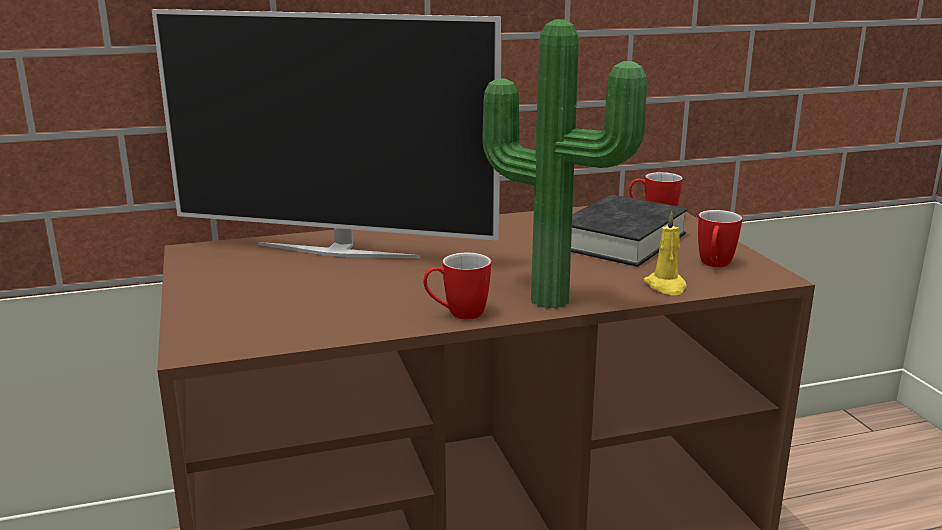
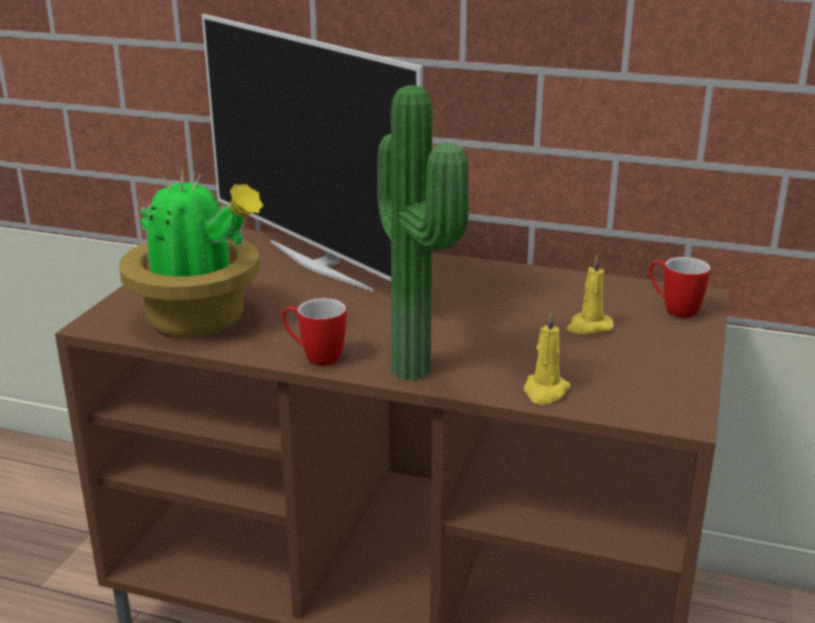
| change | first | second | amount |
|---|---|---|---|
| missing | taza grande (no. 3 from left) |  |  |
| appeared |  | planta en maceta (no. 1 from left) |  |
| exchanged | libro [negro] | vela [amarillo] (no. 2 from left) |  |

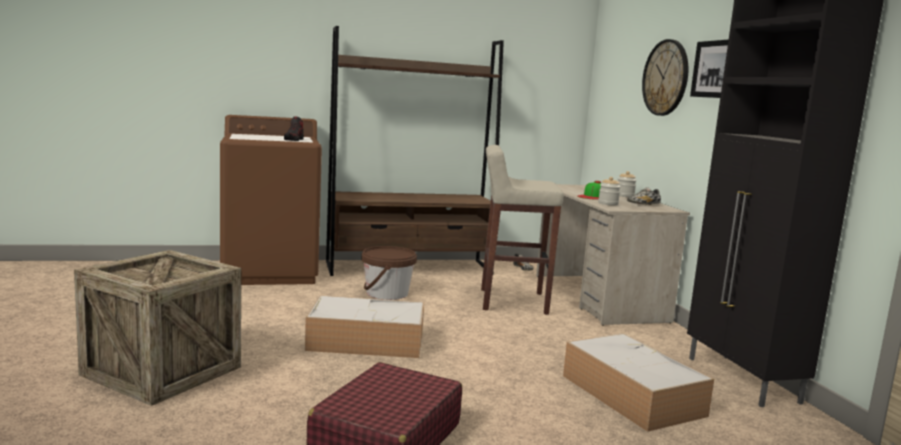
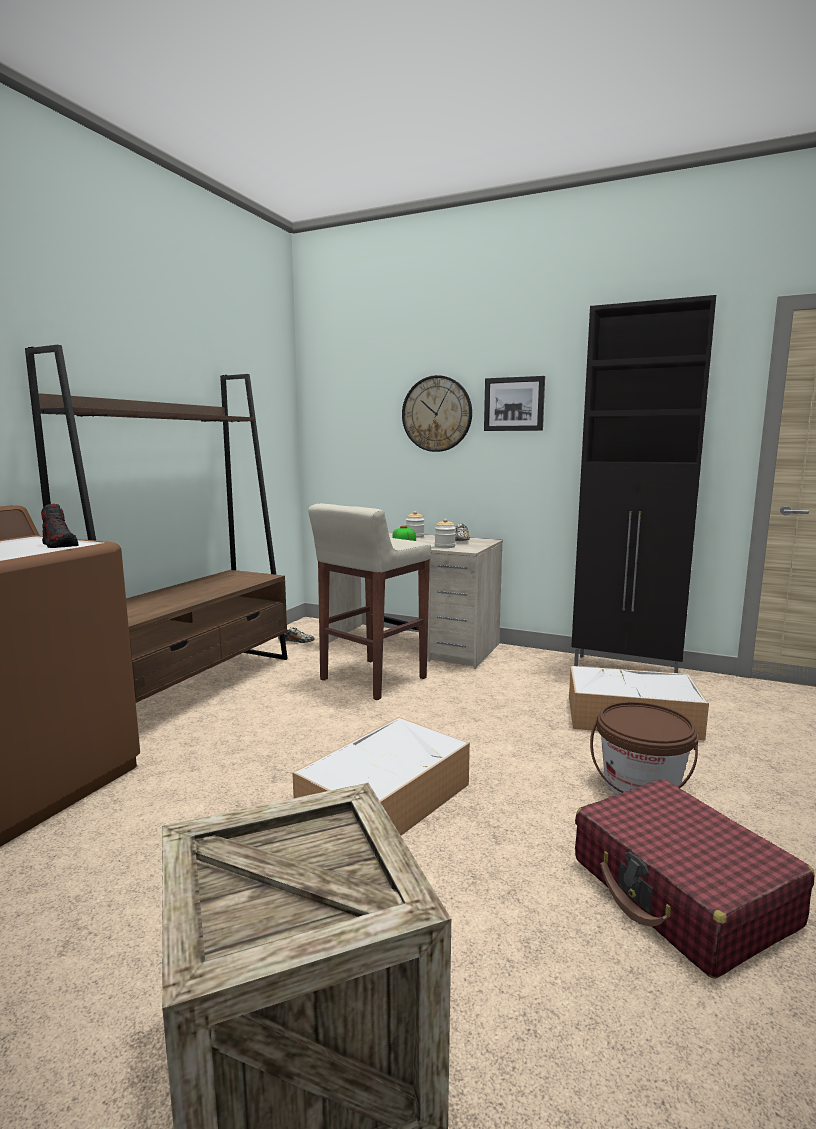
| change | first | second | amount |
|---|---|---|---|
| relocated | cubo [marrón] |  |  |

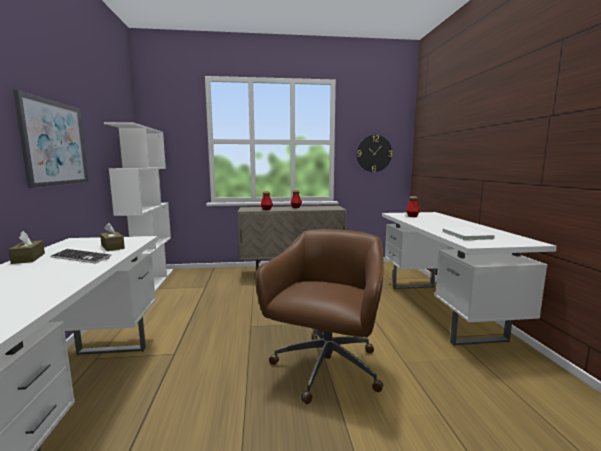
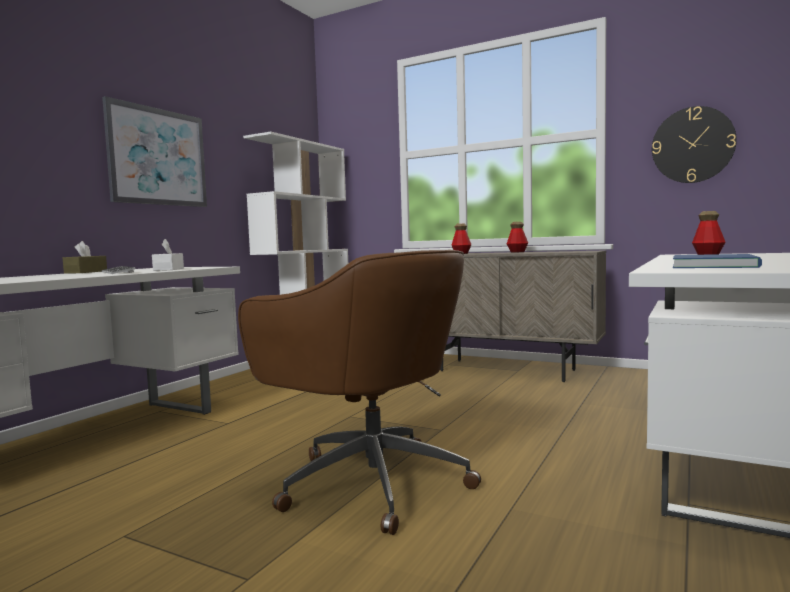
| change | first | second | amount |
|---|---|---|---|
| colour | caja de pañuelos [marrón] (no. 2 from left) | caja de pañuelos [blanco] |  |
| colour | libro [blanco] | libro [azul] |  |
| spun | silla de oficina [marrón] |  | 75 degrees clockwise |

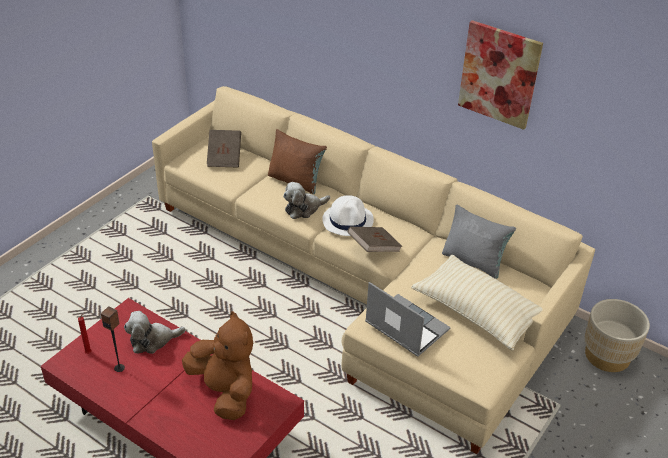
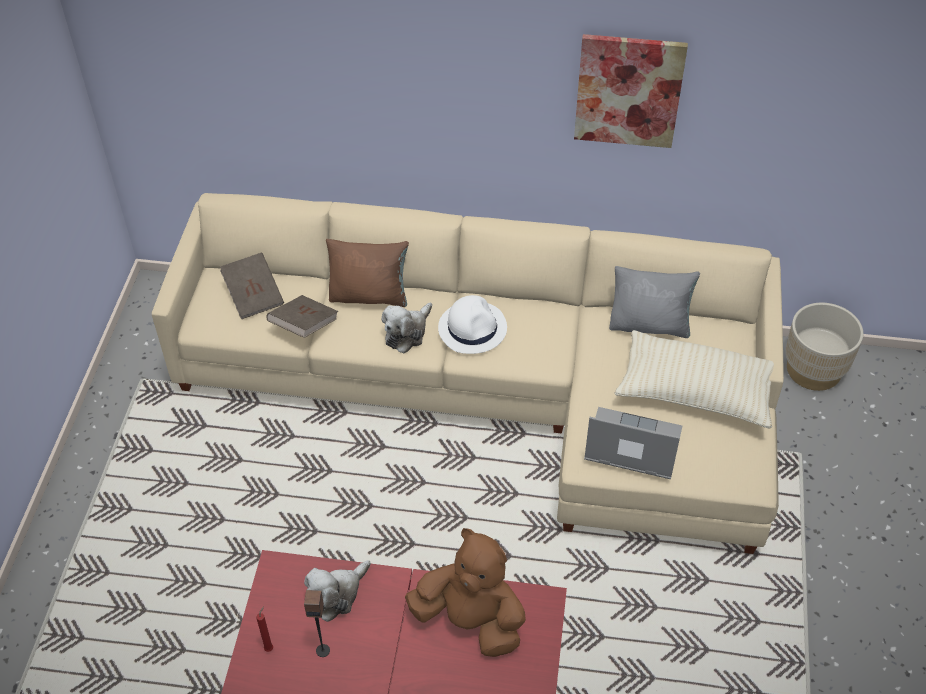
| change | first | second | amount |
|---|---|---|---|
| relocated | libro [marrón] (no. 2 from left) |  |  |

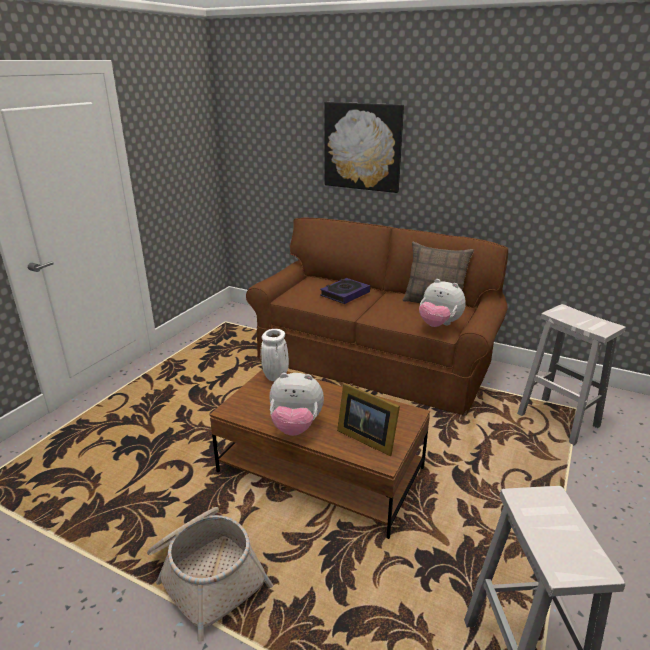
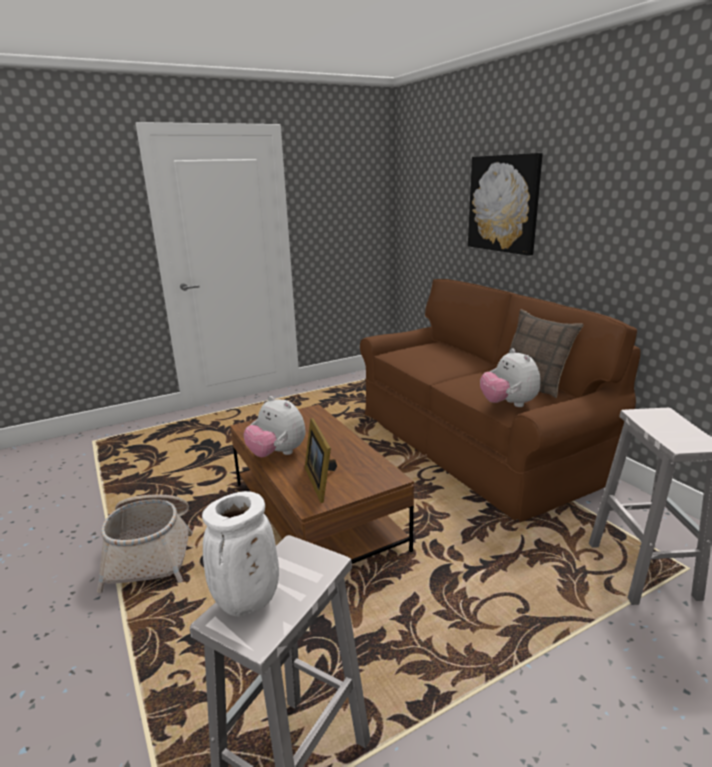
| change | first | second | amount |
|---|---|---|---|
| missing | libro |  |  |
| relocated | florero [blanco] |  |  |

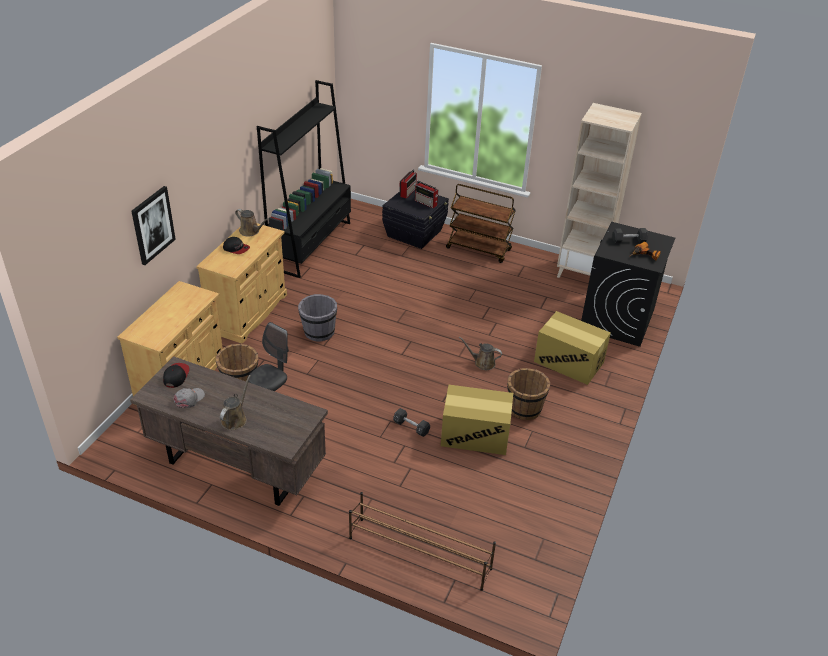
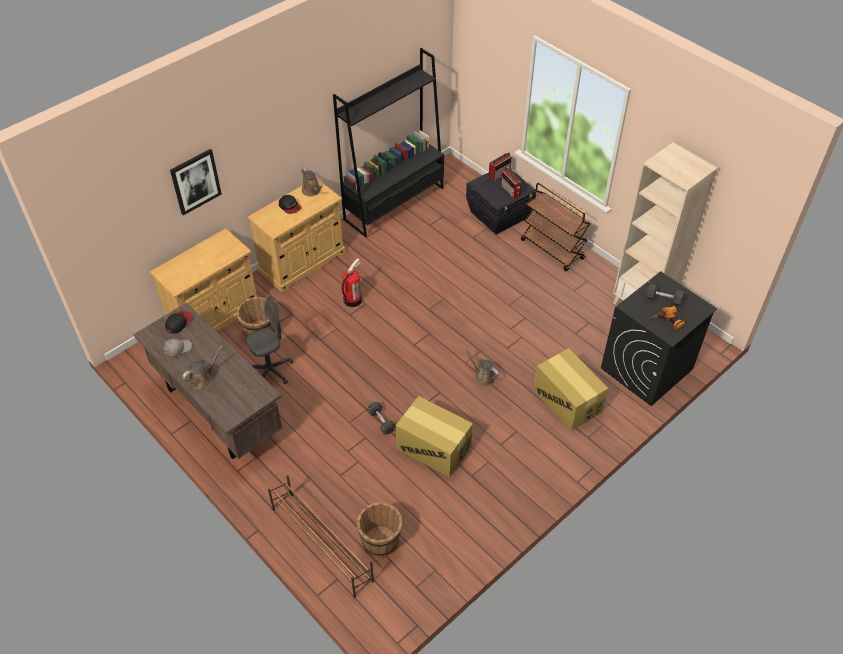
| change | first | second | amount |
|---|---|---|---|
| relocated | cubo [marrón] (no. 2 from left) |  |  |
| exchanged | cubo [gris] | extintor |  |

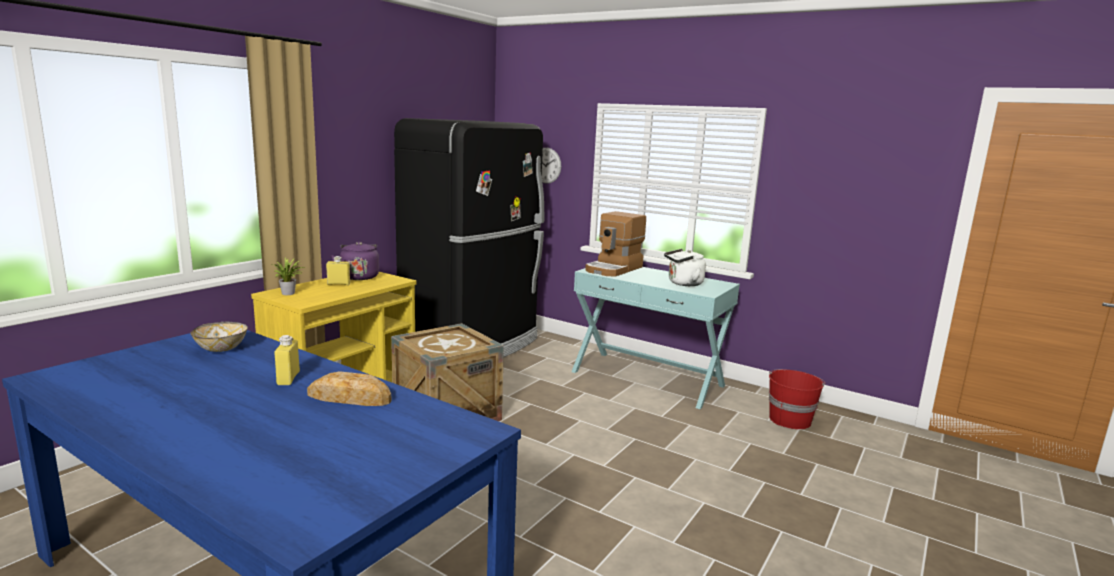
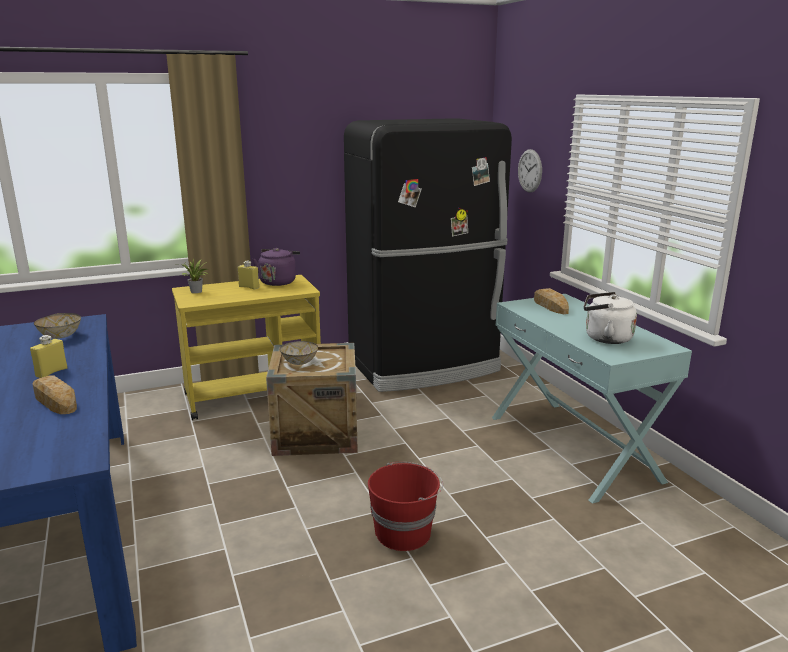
| change | first | second | amount |
|---|---|---|---|
| appeared |  | cuenco (no. 2 from left) |  |
| relocated | cubo [rojo] |  |  |
| exchanged | cafetera | pan (no. 2 from left) |  |

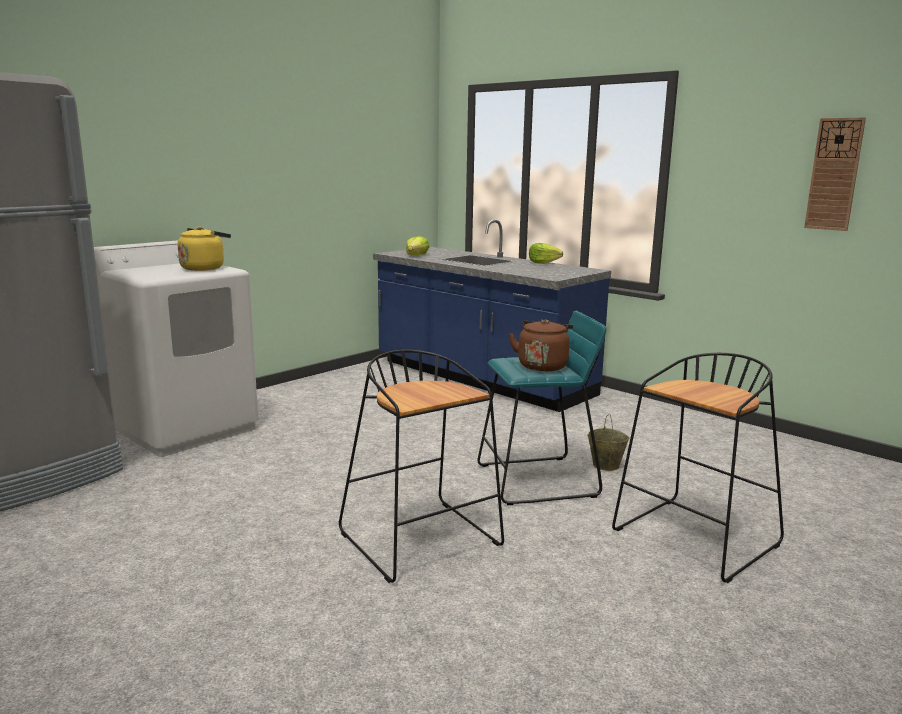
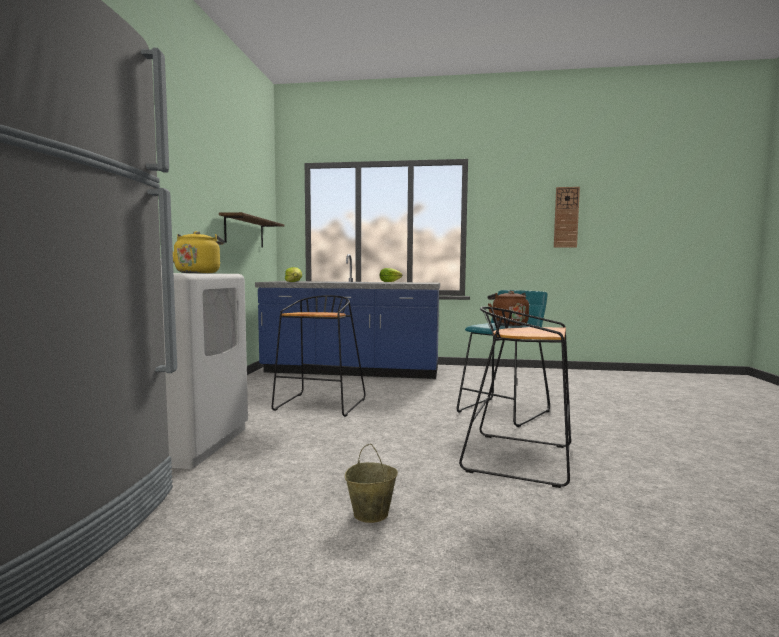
| change | first | second | amount |
|---|---|---|---|
| appeared |  | estante |  |
| relocated | cubo [beis] |  |  |
| relocated | taburete [negro] (no. 2 from left in the first image) | taburete [negro] (no. 1 from left) |  |

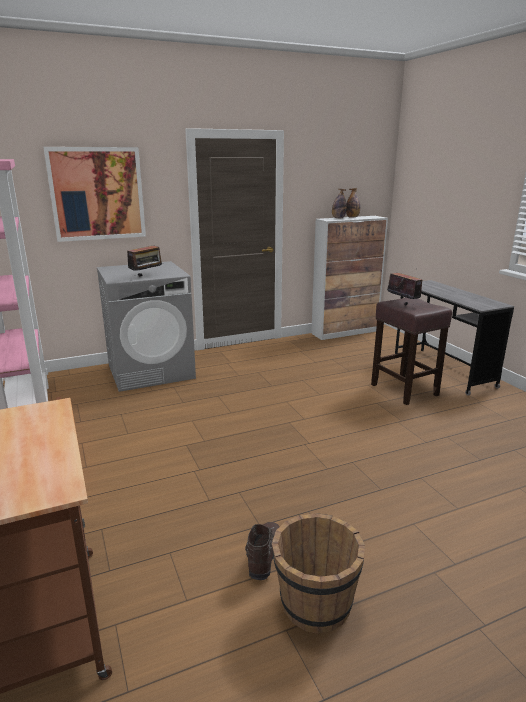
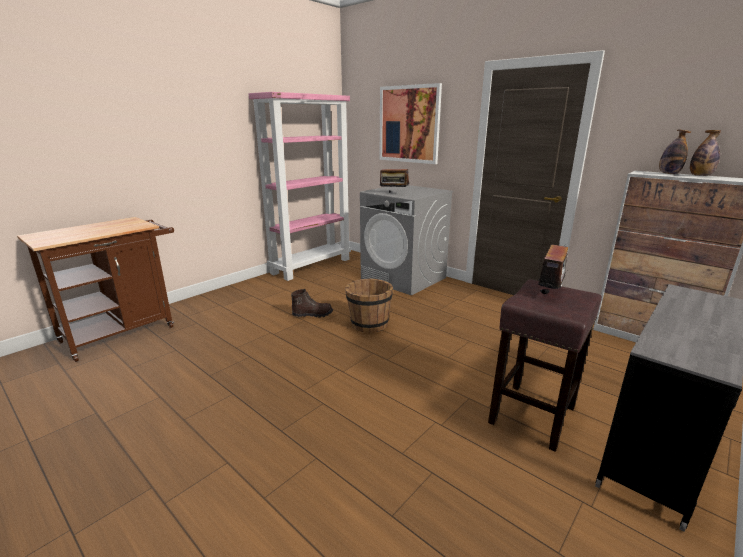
| change | first | second | amount |
|---|---|---|---|
| relocated | bota [marrón] |  |  |
| relocated | cubo [marrón] |  |  |

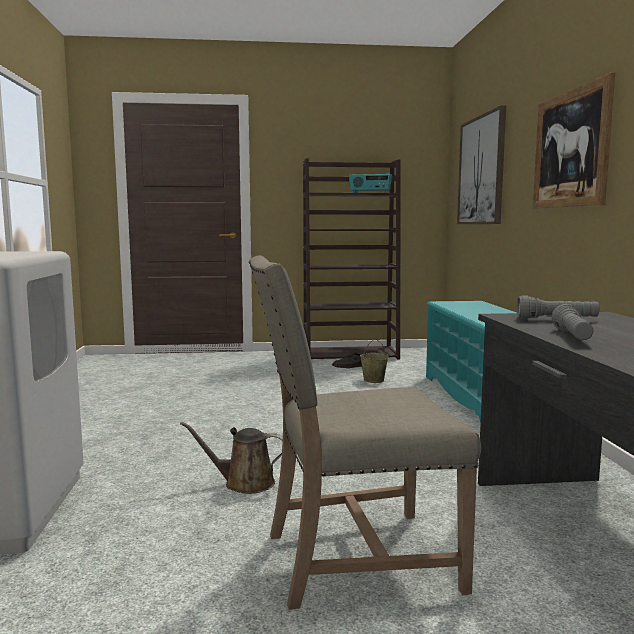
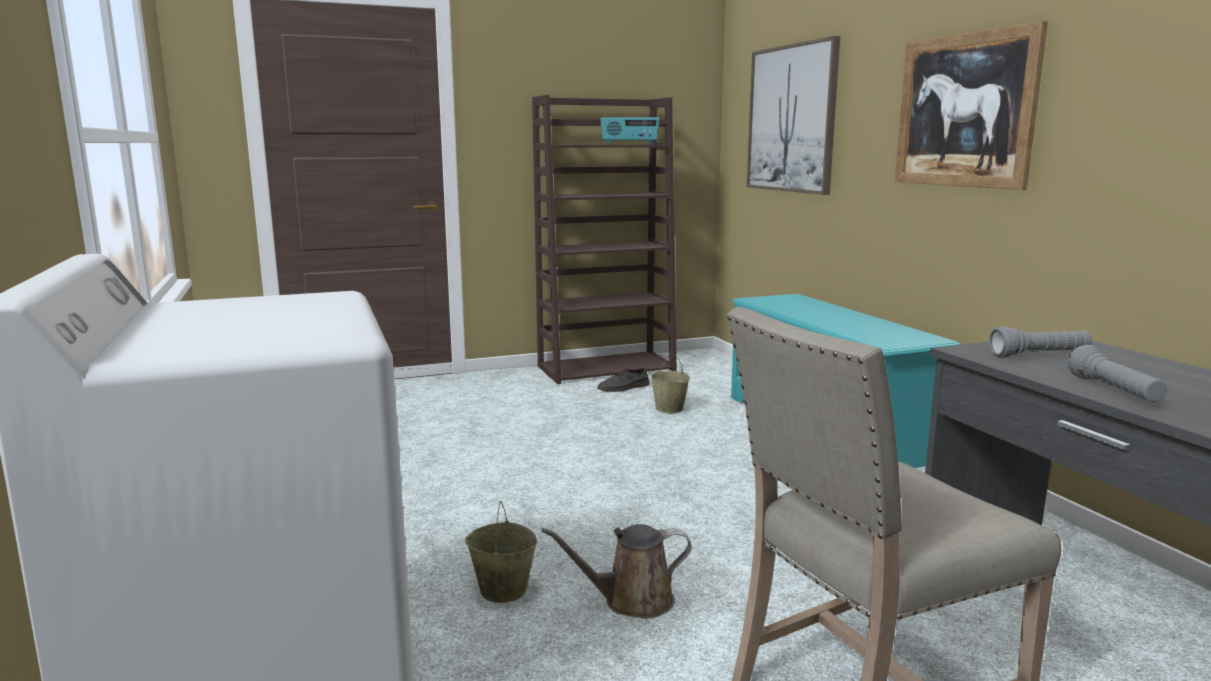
| change | first | second | amount |
|---|---|---|---|
| appeared |  | cubo [beis] (no. 1 from left) |  |

